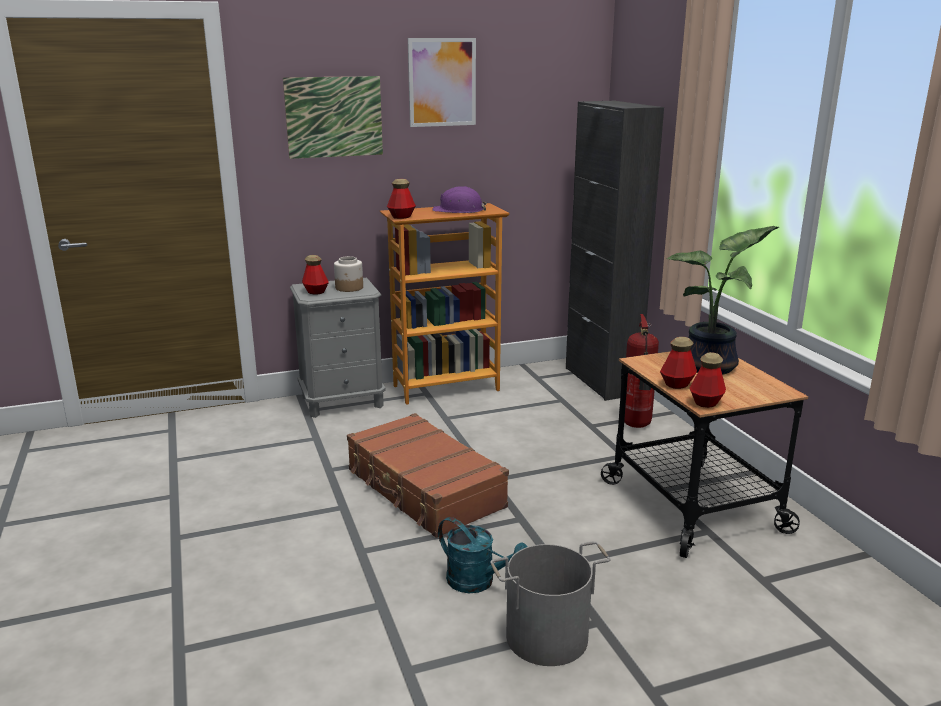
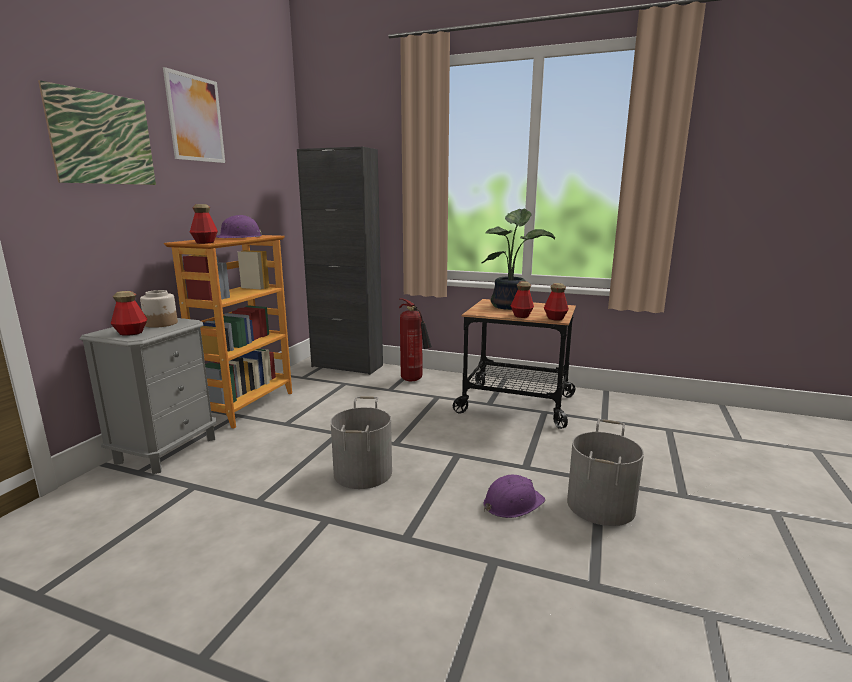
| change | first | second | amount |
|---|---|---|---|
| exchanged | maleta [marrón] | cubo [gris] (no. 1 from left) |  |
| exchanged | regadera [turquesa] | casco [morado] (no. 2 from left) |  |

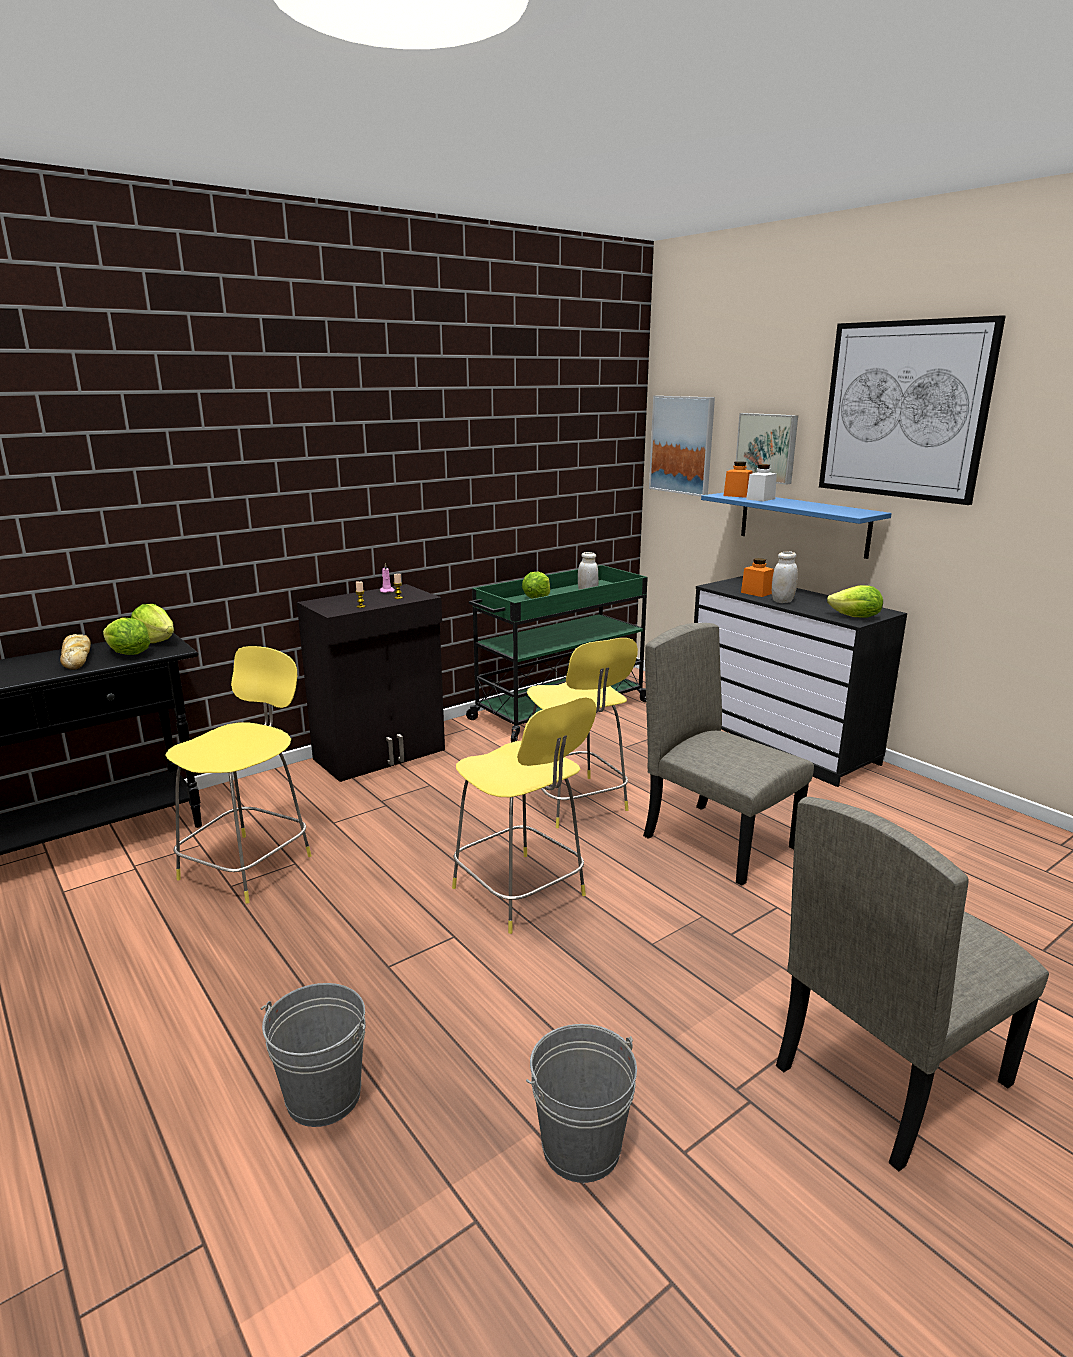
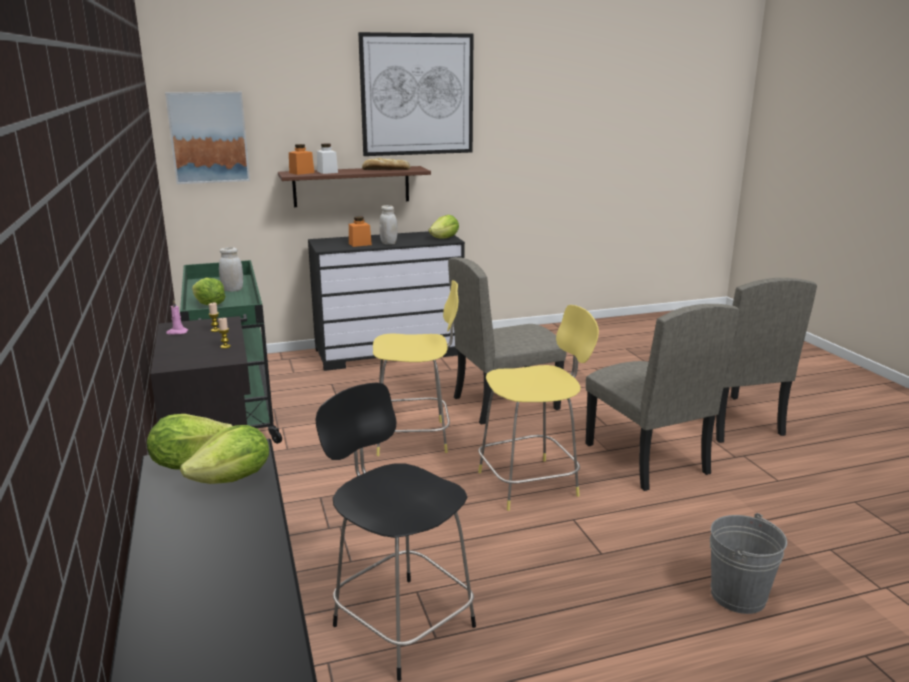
| change | first | second | amount |
|---|---|---|---|
| missing | cubo [gris] (no. 2 from left) |  |  |
| missing | cuadro (no. 2 from left) |  |  |
| appeared |  | silla [beis] (no. 2 from left) |  |
| relocated | pan |  |  |
| colour | taburete [amarillo] (no. 1 from left) | taburete [negro] |  |
| colour | estante [azul] | estante [marrón] |  |

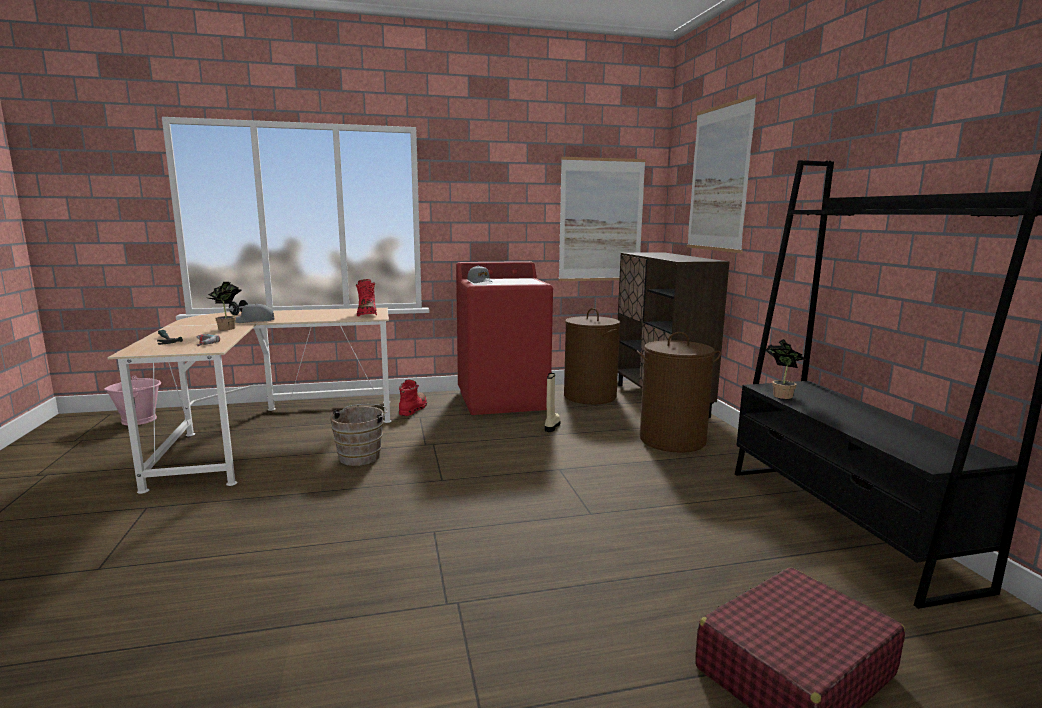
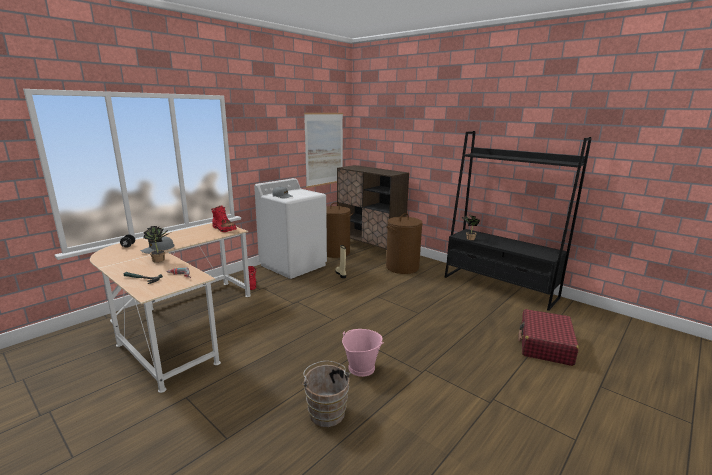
| change | first | second | amount |
|---|---|---|---|
| missing | cuadro (no. 2 from left) |  |  |
| relocated | cubo [rosa] |  |  |
| relocated | cubo [marrón] |  |  |
| colour | lavadora [rojo] | lavadora [blanco] |  |

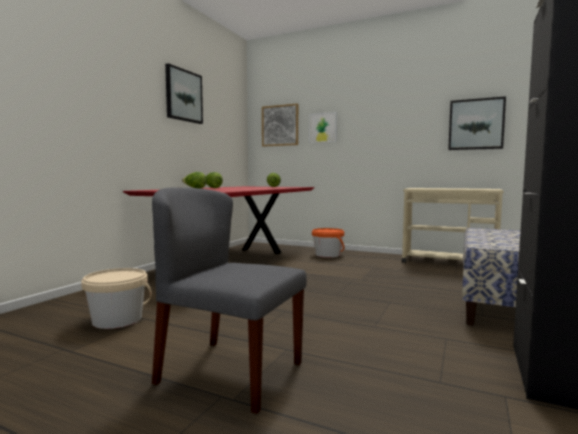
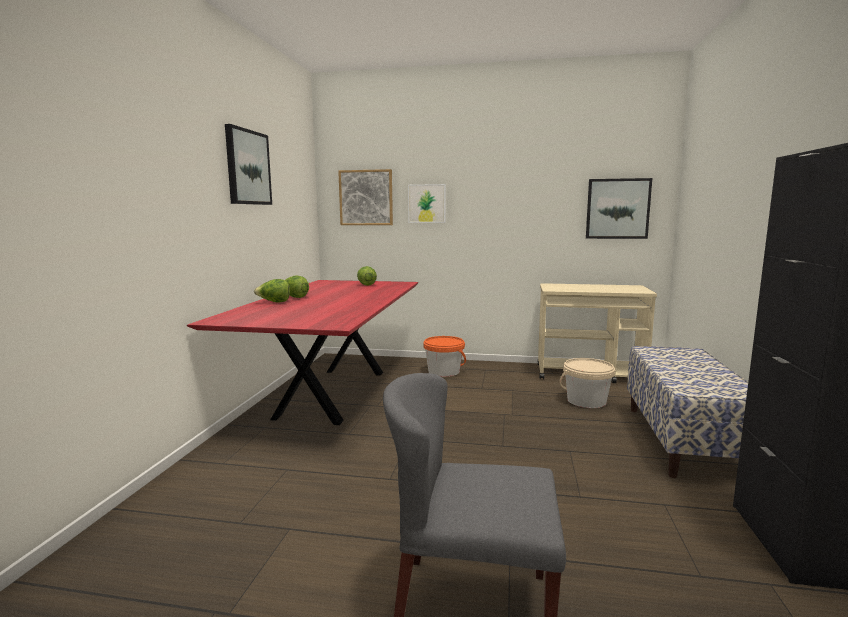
| change | first | second | amount |
|---|---|---|---|
| relocated | cubo [beis] |  |  |

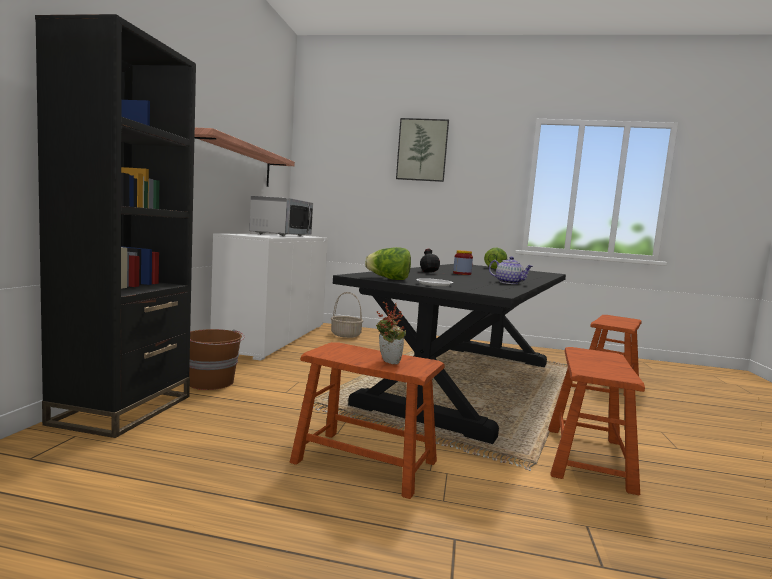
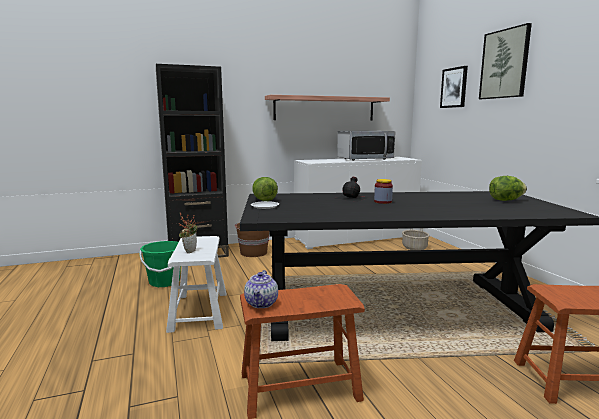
| change | first | second | amount |
|---|---|---|---|
| appeared |  | cubo [verde] |  |
| appeared |  | cuadro (no. 1 from left) |  |
| relocated | tetera |  |  |
| colour | taburete [marrón] (no. 1 from left) | taburete [blanco] |  |

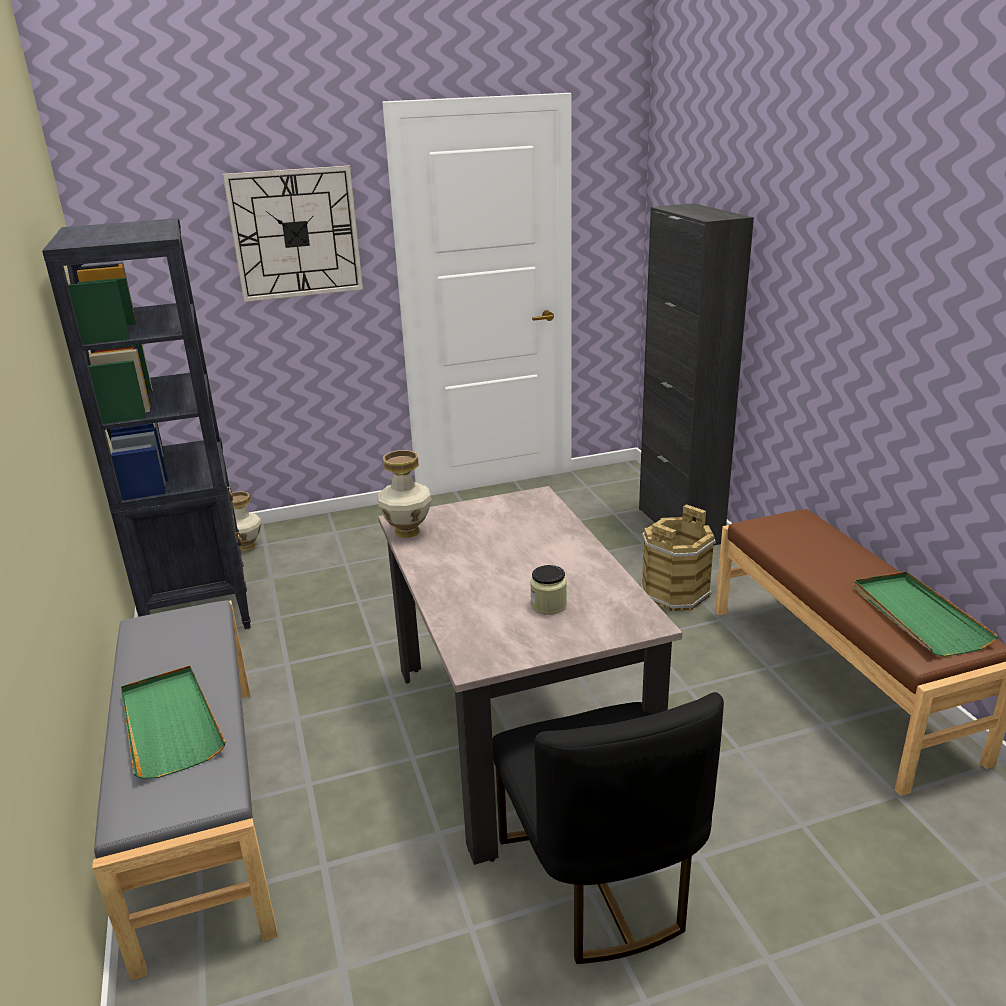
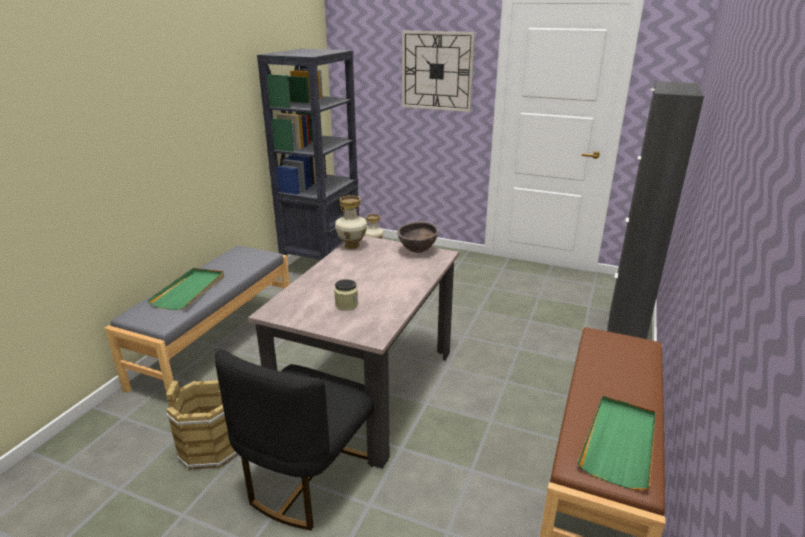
| change | first | second | amount |
|---|---|---|---|
| appeared |  | cuenco [marrón] |  |
| relocated | cubo [marrón] |  |  |

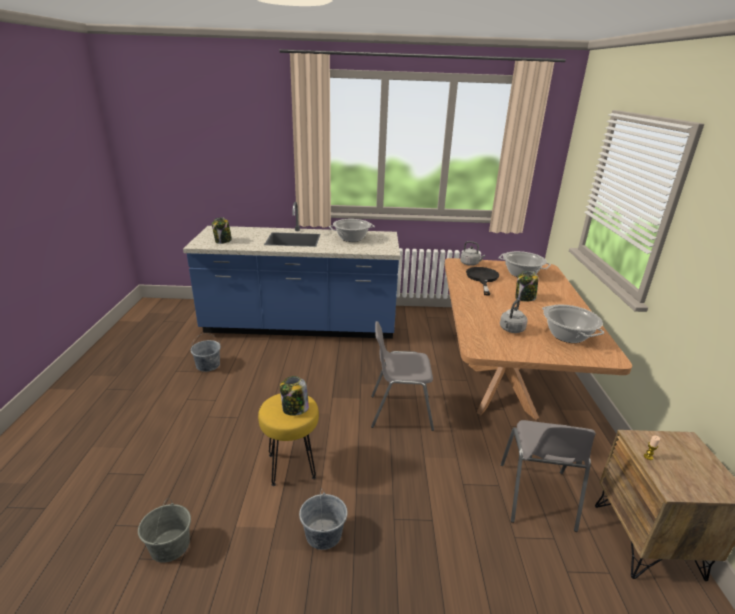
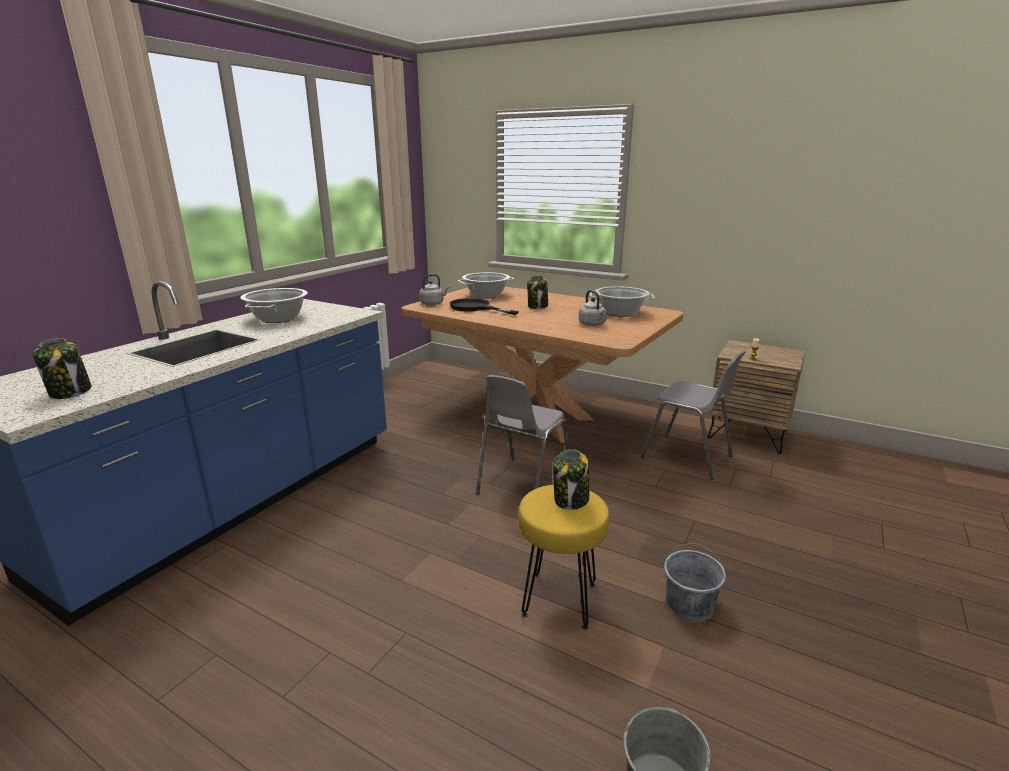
| change | first | second | amount |
|---|---|---|---|
| missing | cubo [gris] (no. 2 from left) |  |  |

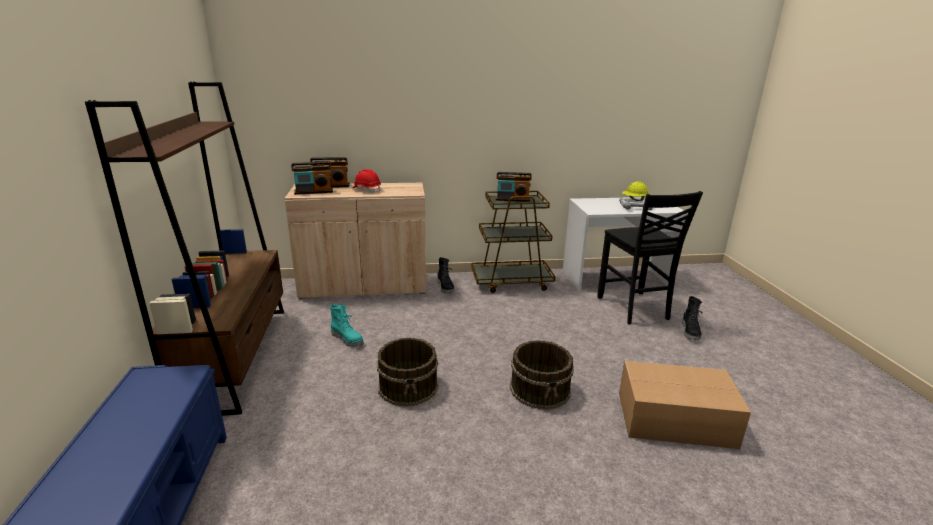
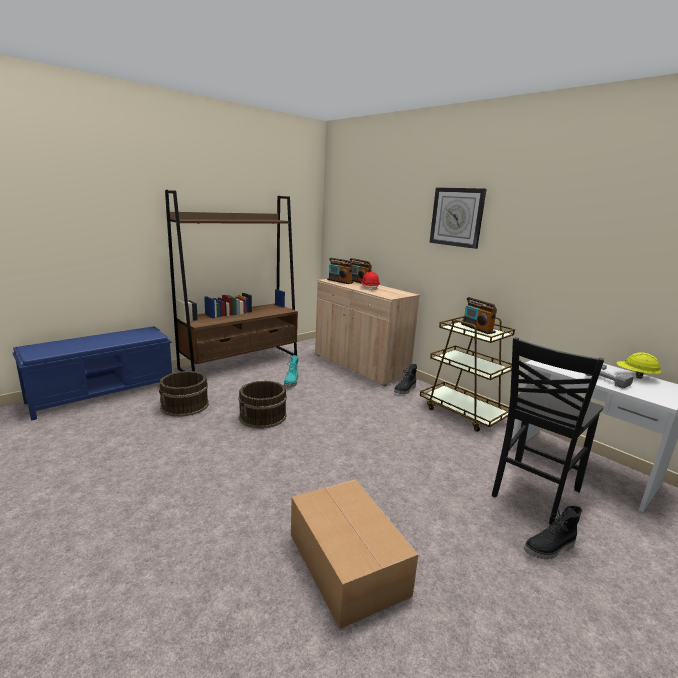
| change | first | second | amount |
|---|---|---|---|
| appeared |  | reloj de pared |  |
| relocated | cubo [marrón] (no. 2 from left in the first image) | cubo [marrón] (no. 1 from left) |  |

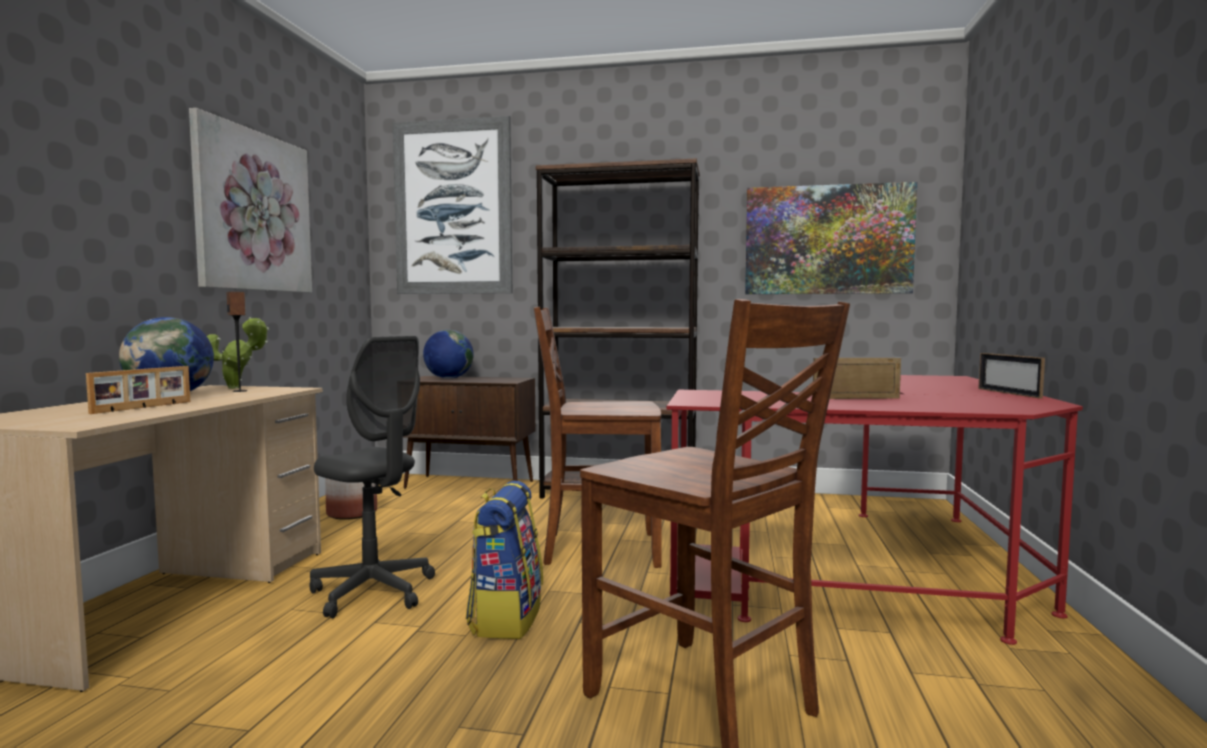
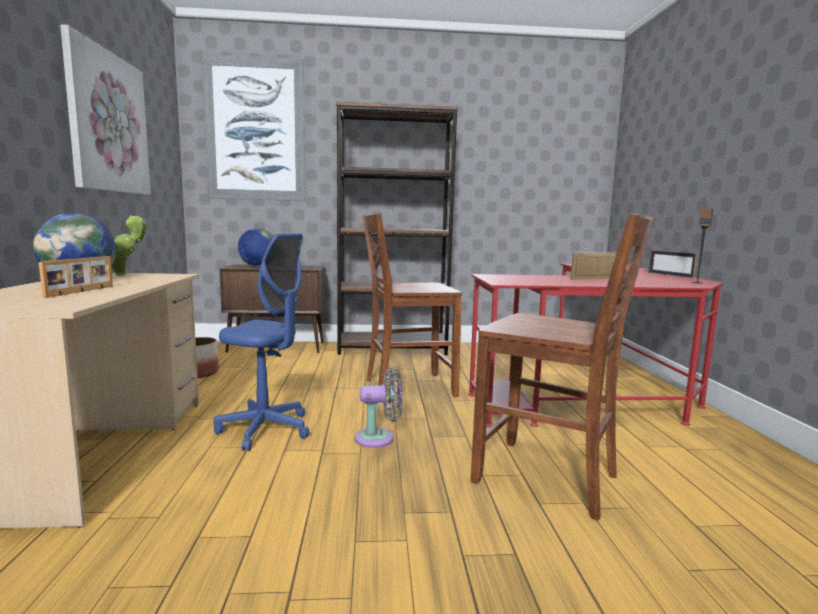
| change | first | second | amount |
|---|---|---|---|
| missing | cuadro (no. 3 from left) |  |  |
| relocated | altavoz |  |  |
| exchanged | mochila | ventilador [gris] |  |
| colour | silla de oficina [gris] | silla de oficina [azul] |  |

